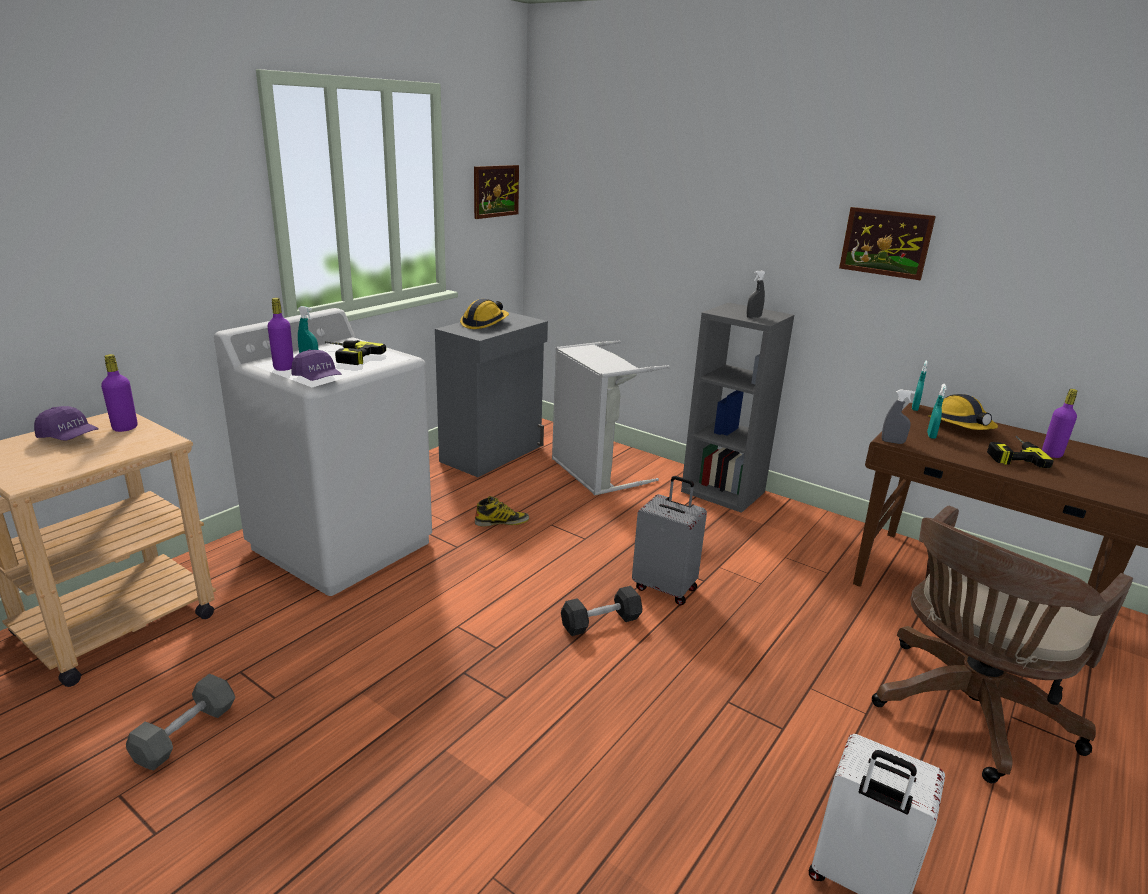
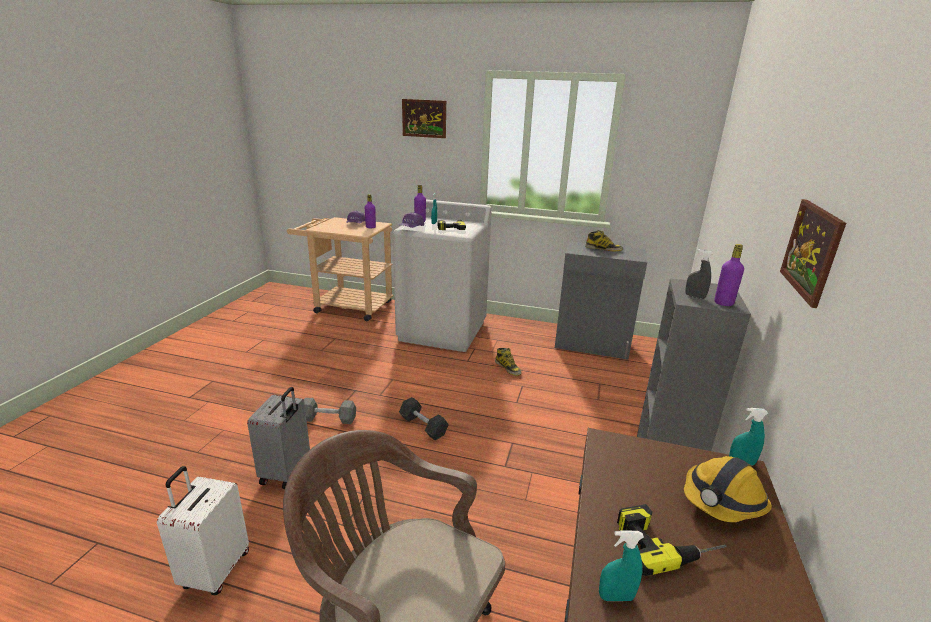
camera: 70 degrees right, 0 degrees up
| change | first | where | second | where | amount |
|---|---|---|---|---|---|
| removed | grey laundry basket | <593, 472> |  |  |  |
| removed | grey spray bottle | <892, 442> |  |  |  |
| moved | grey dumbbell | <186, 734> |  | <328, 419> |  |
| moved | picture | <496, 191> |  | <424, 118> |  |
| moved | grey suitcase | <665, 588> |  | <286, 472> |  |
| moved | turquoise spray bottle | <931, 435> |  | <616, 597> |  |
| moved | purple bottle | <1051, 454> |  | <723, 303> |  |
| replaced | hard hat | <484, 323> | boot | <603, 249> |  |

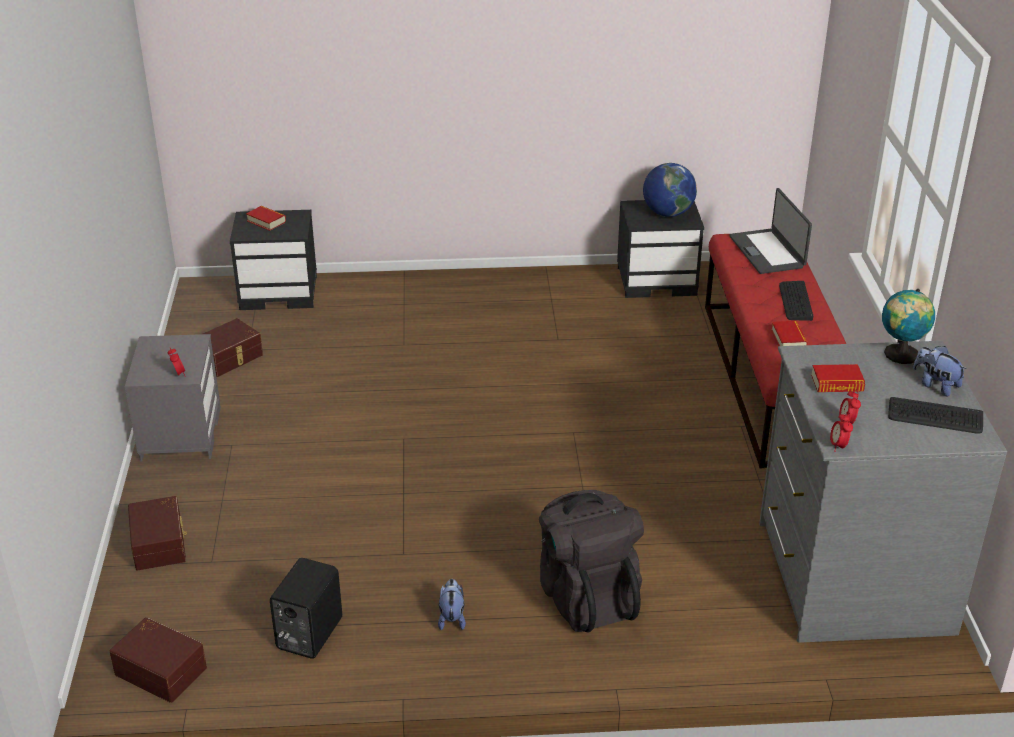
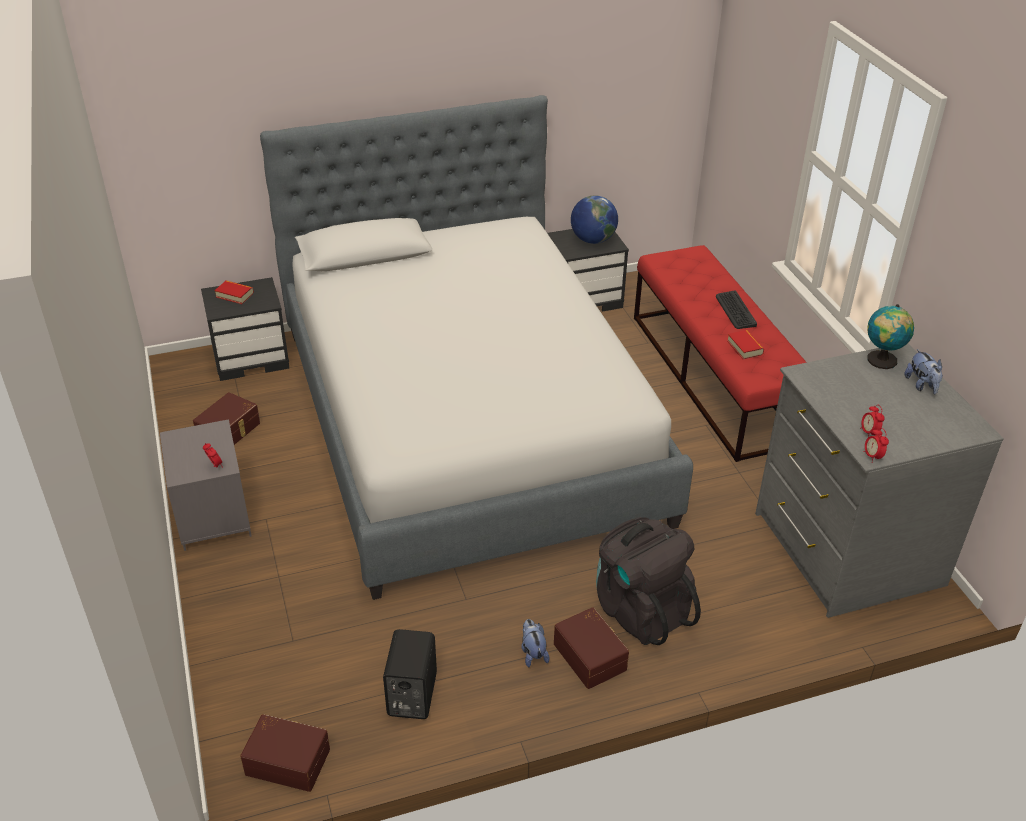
camera: 15 degrees left, 5 degrees up
| change | first | where | second | where | amount |
|---|---|---|---|---|---|
| removed | laptop | <768, 252> |  |  |  |
| removed | book | <837, 383> |  |  |  |
| removed | keyboard | <935, 417> |  |  |  |
| added |  |  | bed | <467, 422> |  |
| moved | brown storage box | <160, 543> |  | <591, 656> |  |
| turned | plush toy | <935, 385> |  | <921, 385> | 135 degrees counterclockwise |

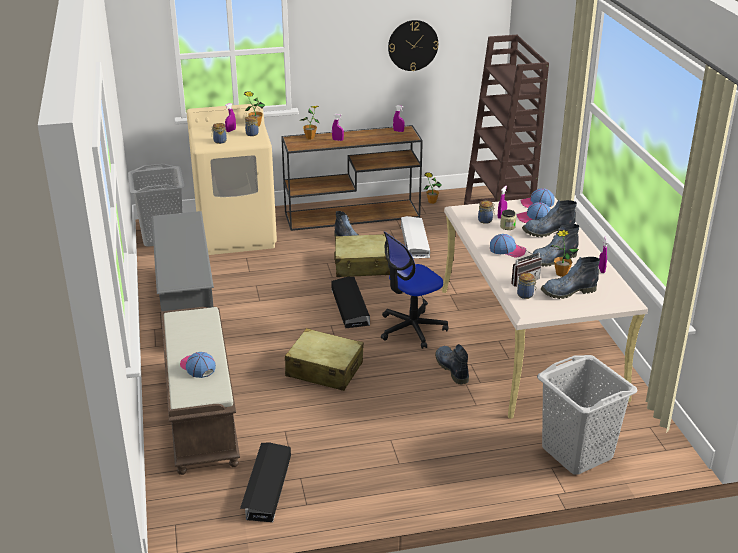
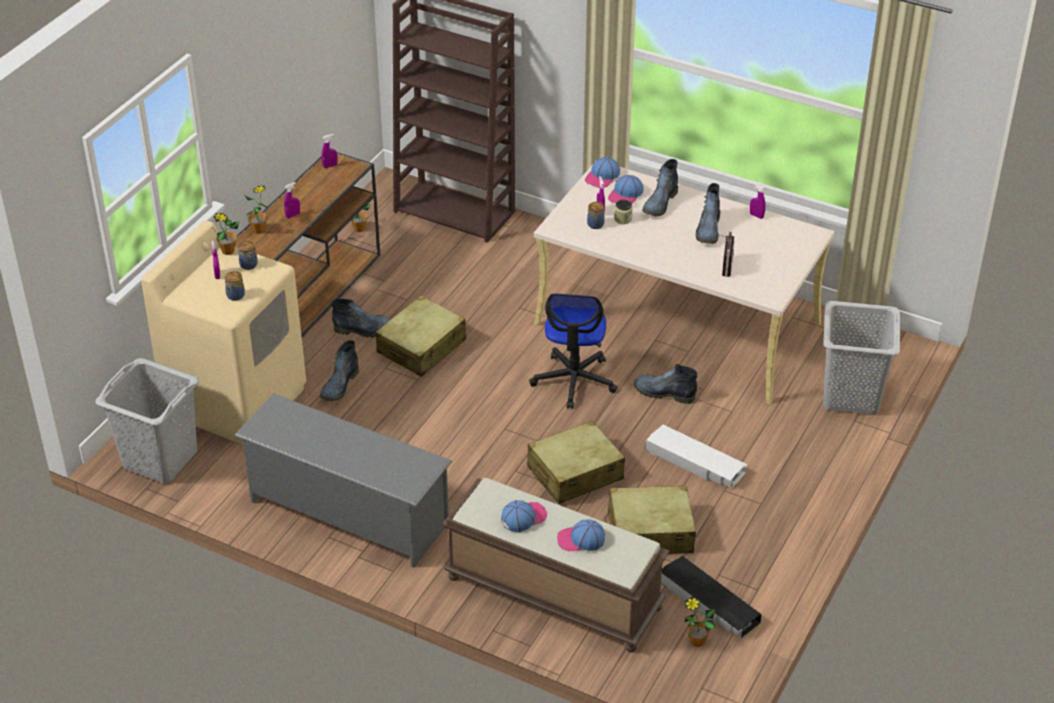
camera: 50 degrees left, 10 degrees up
| change | first | where | second | where | amount |
|---|---|---|---|---|---|
| removed | black storage box | <350, 306> |  |  |  |
| removed | wall clock | <413, 45> |  |  |  |
| removed | jar | <526, 295> |  |  |  |
| added |  |  | beige suitcase | <649, 532> |  |
| moved | white storage box | <414, 241> |  | <695, 462> |  |
| moved | cap | <507, 250> |  | <523, 517> |  |
| moved | boot | <567, 292> |  | <339, 386> |  |
| moved | potted plant | <561, 273> |  | <697, 641> |  |

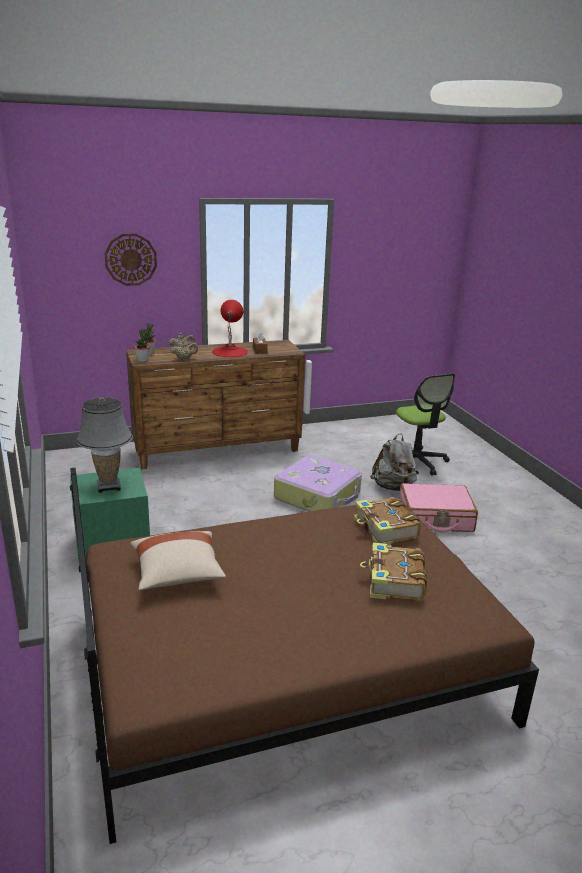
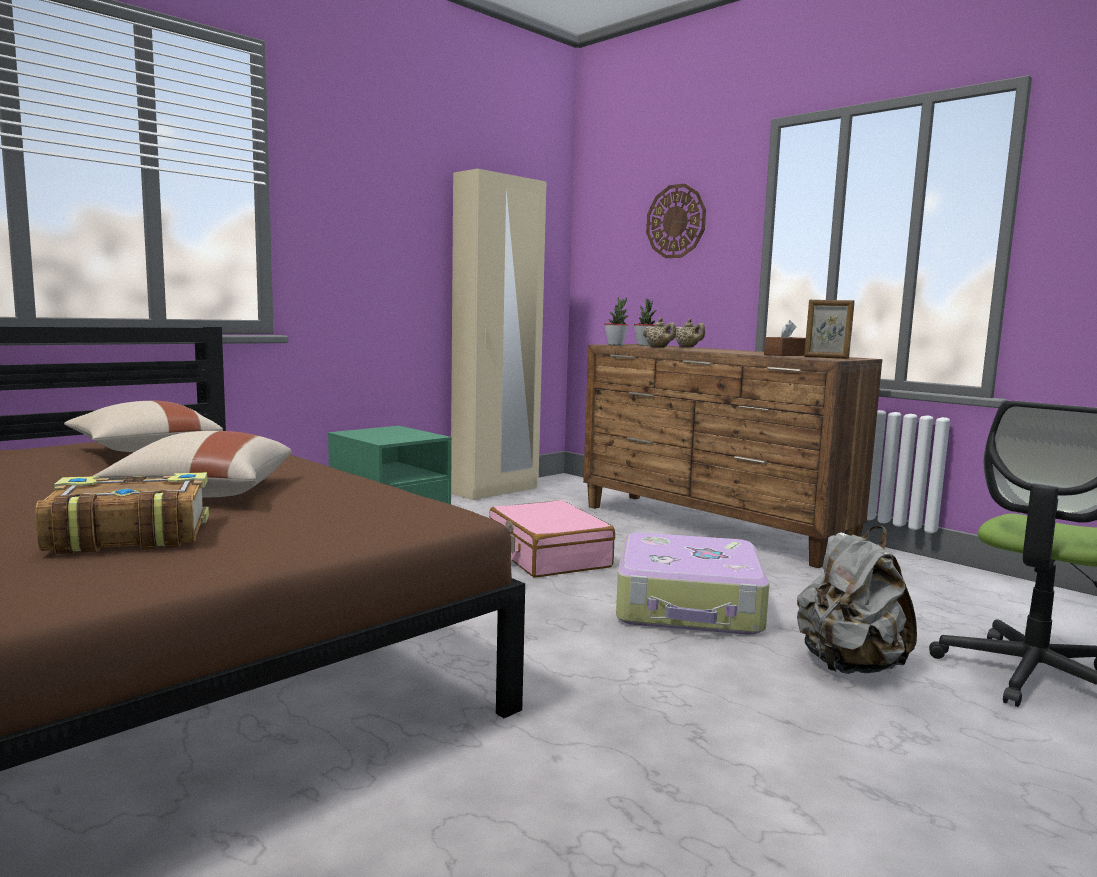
camera: 65 degrees right, 15 degrees down
| change | first | where | second | where | amount |
|---|---|---|---|---|---|
| removed | grey table lamp | <109, 486> |  |  |  |
| removed | red table lamp | <230, 351> |  |  |  |
| removed | book | <385, 530> |  |  |  |
| added |  |  | beige pillow | <202, 493> |  |
| added |  |  | beige wardrobe | <495, 491> |  |
| added |  |  | picture frame | <826, 357> |  |
| moved | pink suitcase | <435, 518> |  | <548, 556> |  |

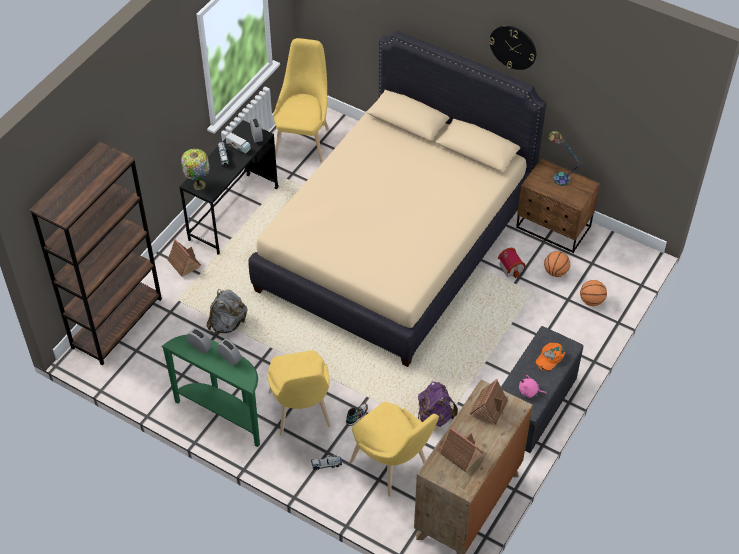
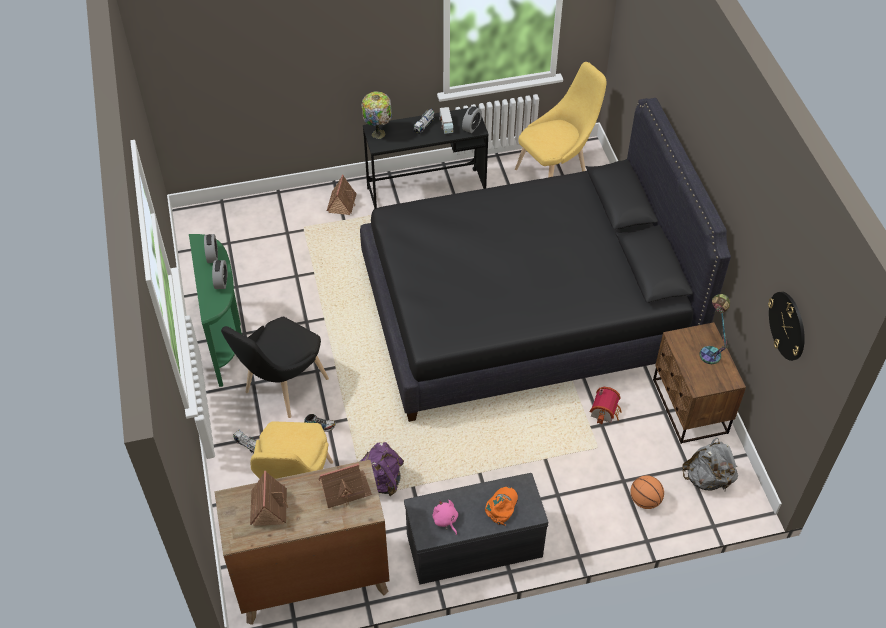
camera: 45 degrees right, 0 degrees up
| change | first | where | second | where | amount |
|---|---|---|---|---|---|
| removed | brown bookcase | <117, 323> |  |  |  |
| removed | basketball | <555, 272> |  |  |  |
| moved | grey backpack | <227, 323> |  | <707, 478> |  |
| moved | wall clock | <513, 47> |  | <787, 325> |  |
| recoloured | beige bed | <394, 244> | black bed | <525, 312> |  |
| recoloured | yellow chair | <301, 413> | black chair | <282, 389> |  |
| turned | orange cap | <549, 357> |  | <502, 506> | 120 degrees clockwise |

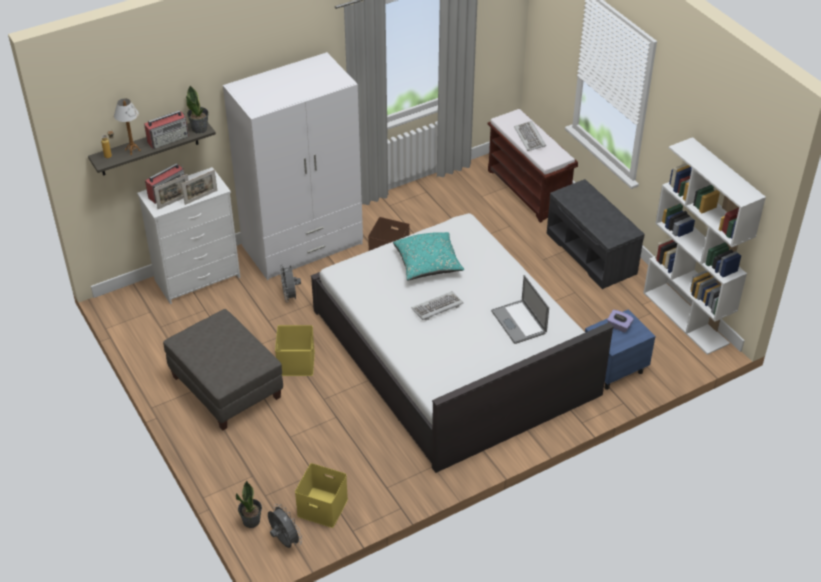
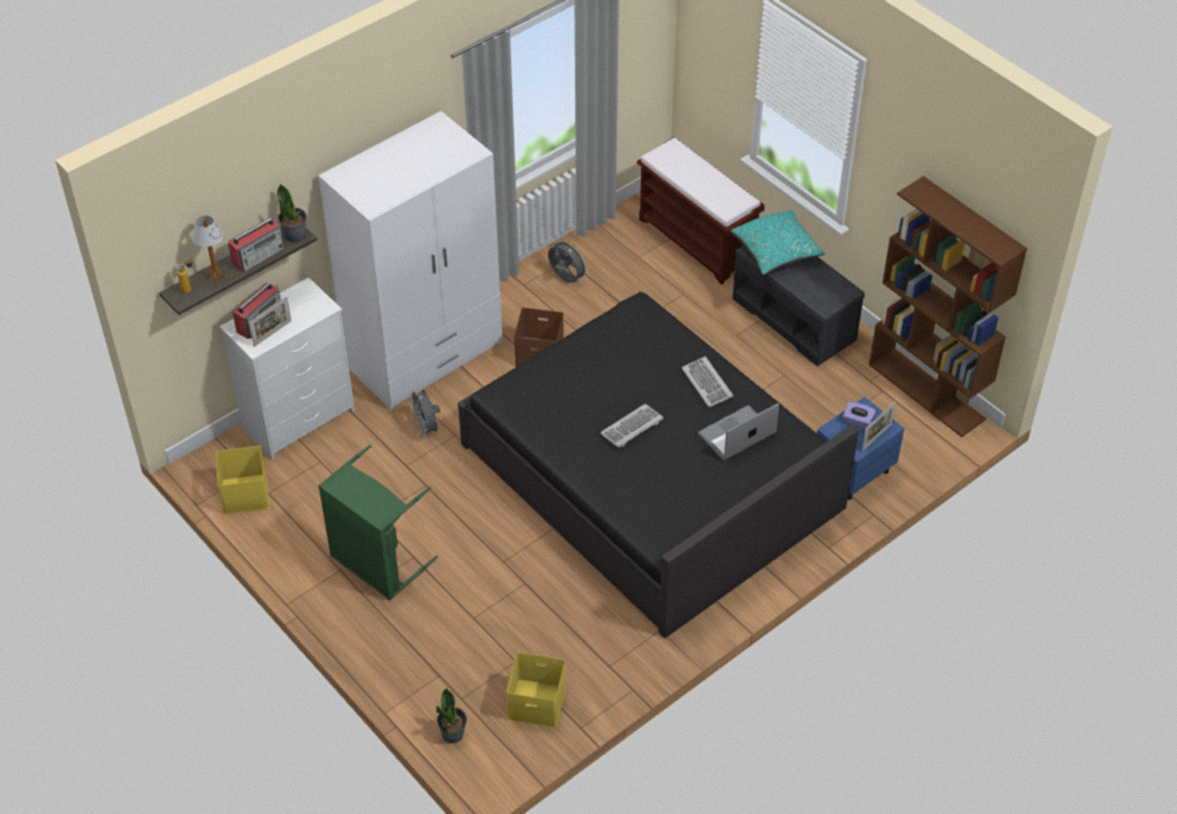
camera: 10 degrees left, 5 degrees up
| change | first | where | second | where | amount |
|---|---|---|---|---|---|
| moved | picture frame | <201, 197> |  | <876, 437> |  |
| moved | grey fan | <284, 541> |  | <566, 279> |  |
| moved | yellow storage box | <295, 362> |  | <244, 493> |  |
| moved | turquoise pillow | <428, 264> |  | <776, 252> |  |
| moved | keyboard | <530, 137> |  | <707, 383> |  |
| replaced | grey ottoman | <226, 388> | green laundry basket | <376, 564> |  |
| recoloured | white bed | <453, 352> | black bed | <651, 476> |  |
| recoloured | white bookcase | <686, 318> | brown bookcase | <927, 392> |  |
| turned | laptop | <518, 322> |  | <736, 434> | 90 degrees clockwise |

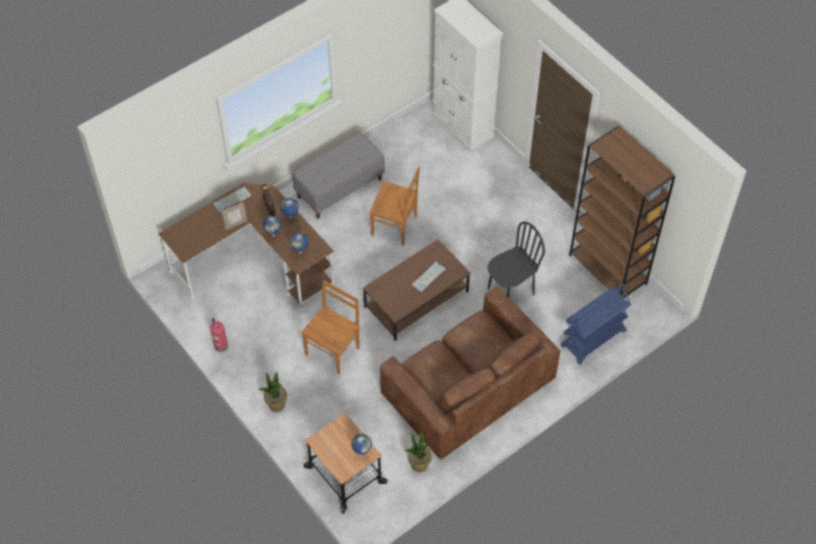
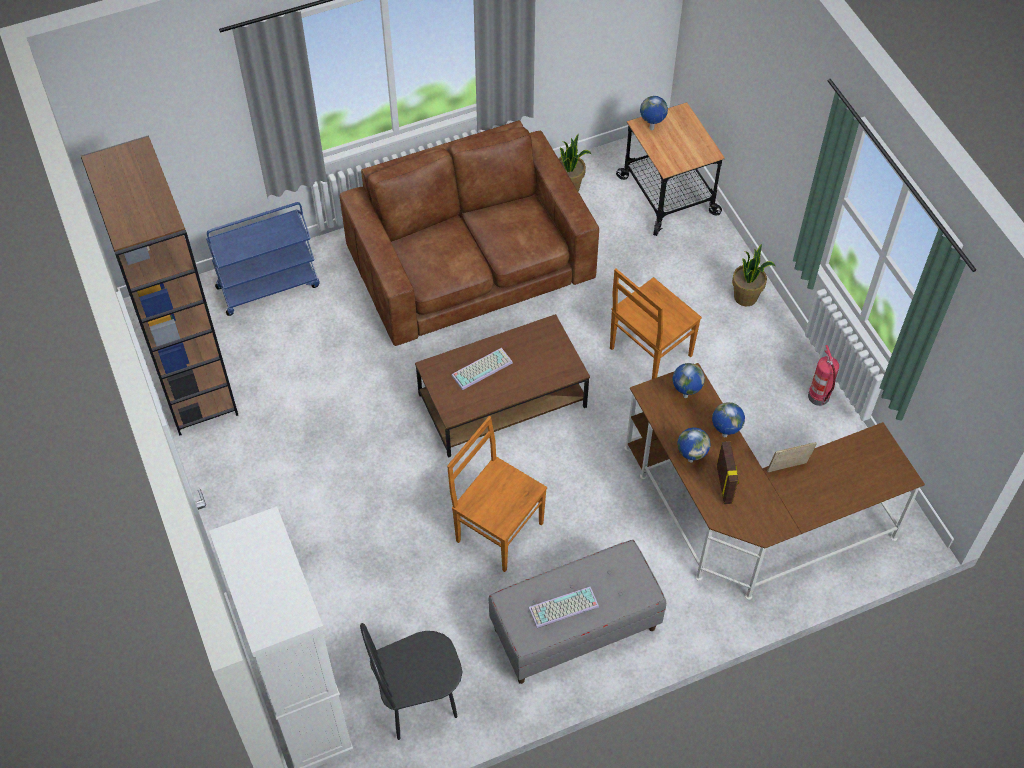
camera: 165 degrees left, 0 degrees up
| change | first | where | second | where | amount |
|---|---|---|---|---|---|
| moved | keyboard | <232, 199> |  | <563, 609> |  |
| moved | black chair | <510, 291> |  | <418, 701> |  |

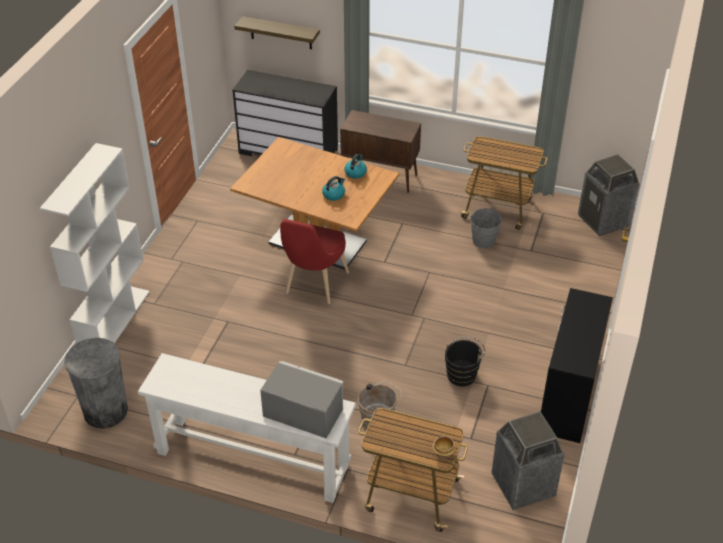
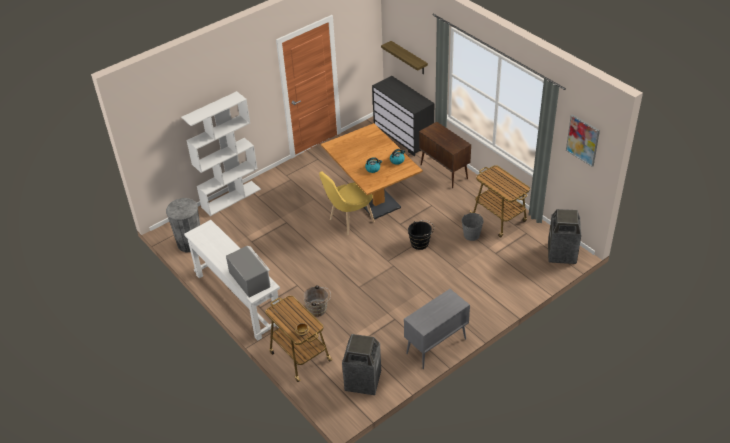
camera: 35 degrees right, 0 degrees up
| change | first | where | second | where | amount |
|---|---|---|---|---|---|
| added |  |  | picture | <583, 140> |  |
| moved | black bucket | <463, 374> |  | <421, 243> |  |
| replaced | black desk | <569, 396> | grey cabinet | <435, 347> |  |
| recoloured | red chair | <314, 285> | yellow chair | <349, 221> |  |

